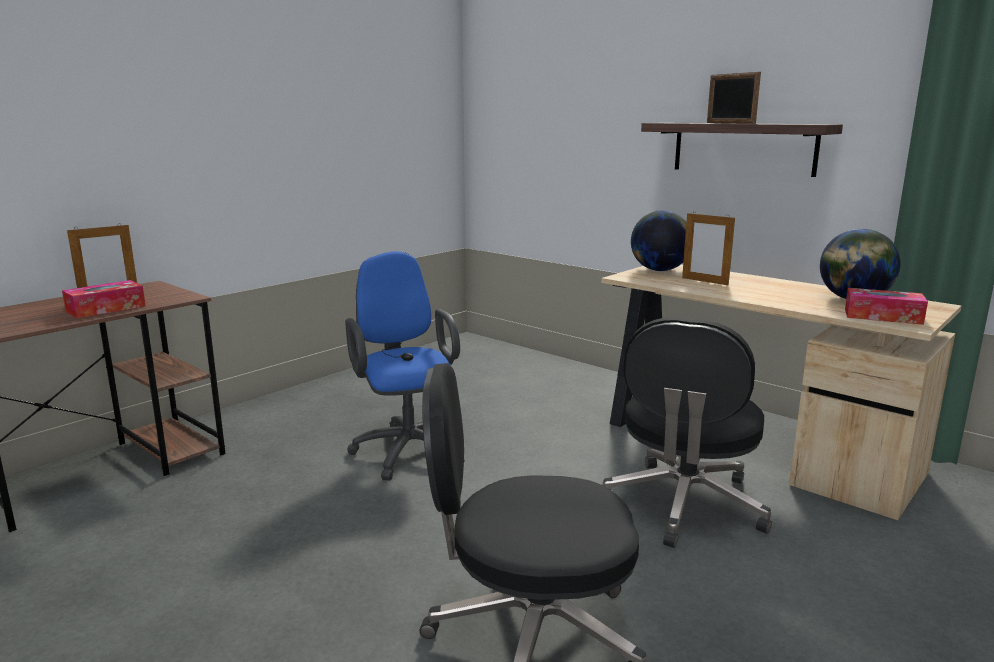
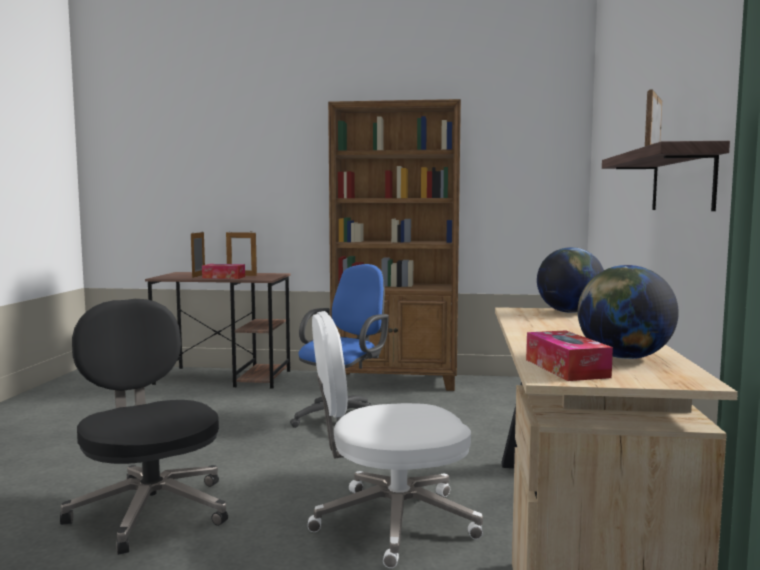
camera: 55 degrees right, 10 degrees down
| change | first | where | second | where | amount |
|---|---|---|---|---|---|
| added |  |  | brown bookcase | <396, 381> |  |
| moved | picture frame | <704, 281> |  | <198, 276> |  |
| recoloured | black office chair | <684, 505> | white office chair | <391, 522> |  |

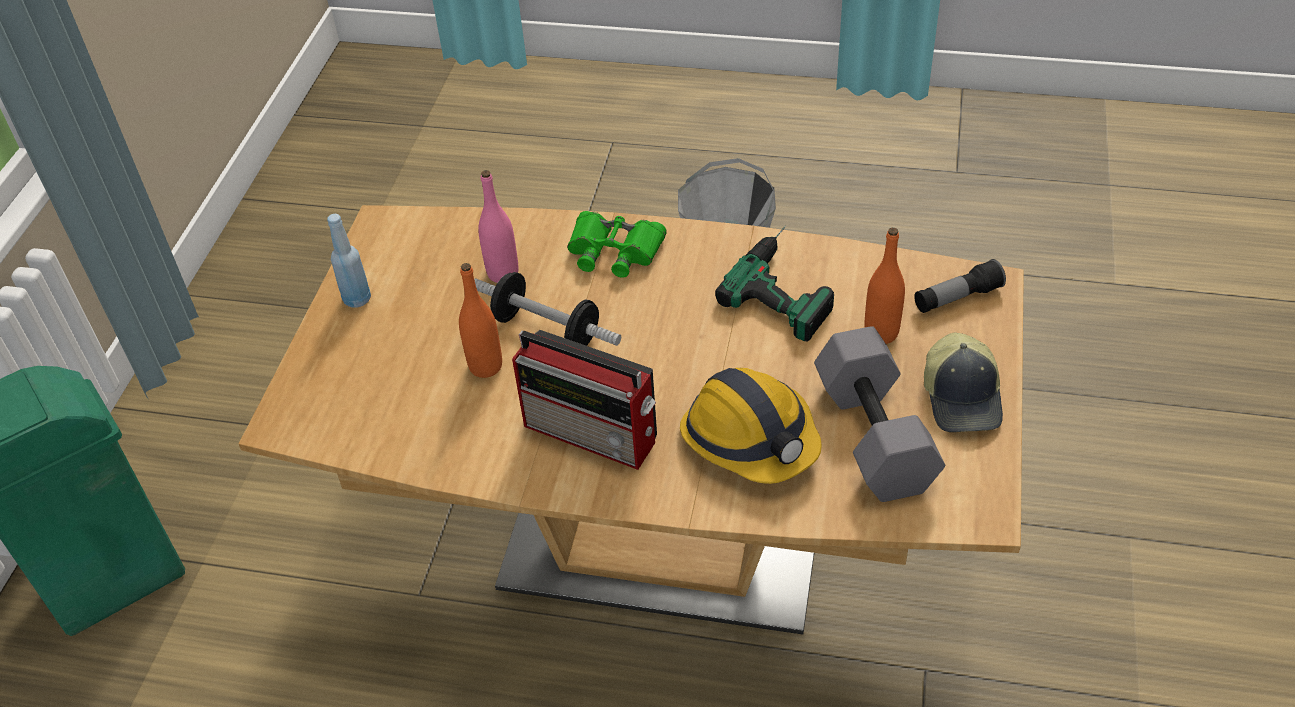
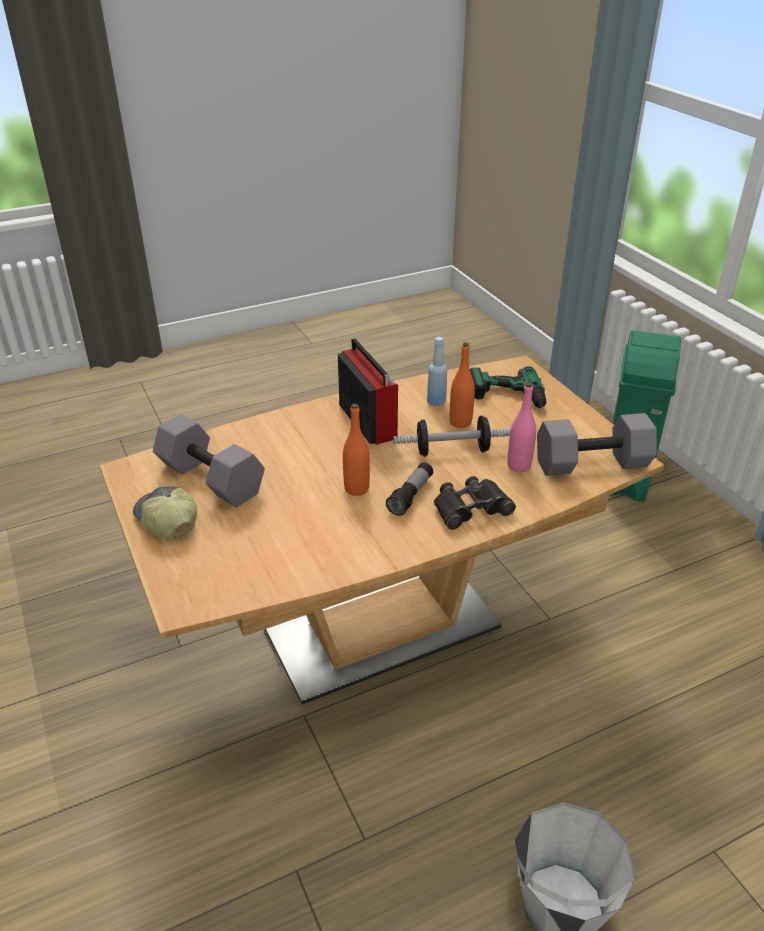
camera: 140 degrees right, 10 degrees down
| change | first | where | second | where | amount |
|---|---|---|---|---|---|
| removed | hard hat | <751, 438> |  |  |  |
| added |  |  | grey dumbbell | <591, 464> |  |
| moved | blue bottle | <357, 299> |  | <436, 402> |  |
| moved | power drill | <789, 285> |  | <509, 400> |  |
| moved | orange bottle | <881, 333> |  | <356, 489> |  |
| moved | flashlight | <957, 298> |  | <411, 496> |  |
| recoloured | green binoculars | <614, 251> | black binoculars | <471, 508> |  |
| turned | radio | <593, 434> |  | <367, 420> | 75 degrees clockwise |

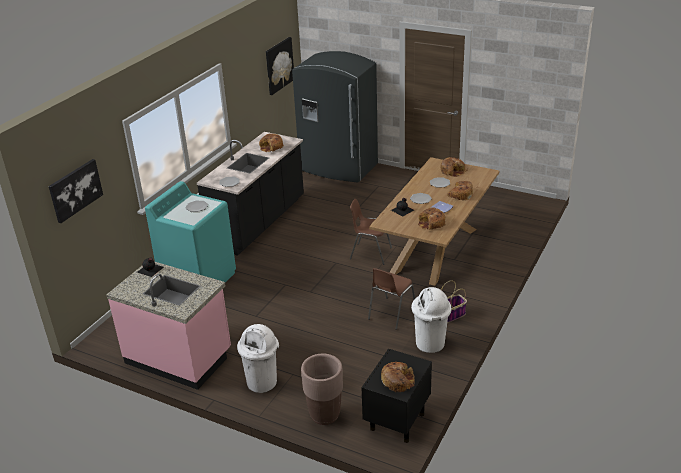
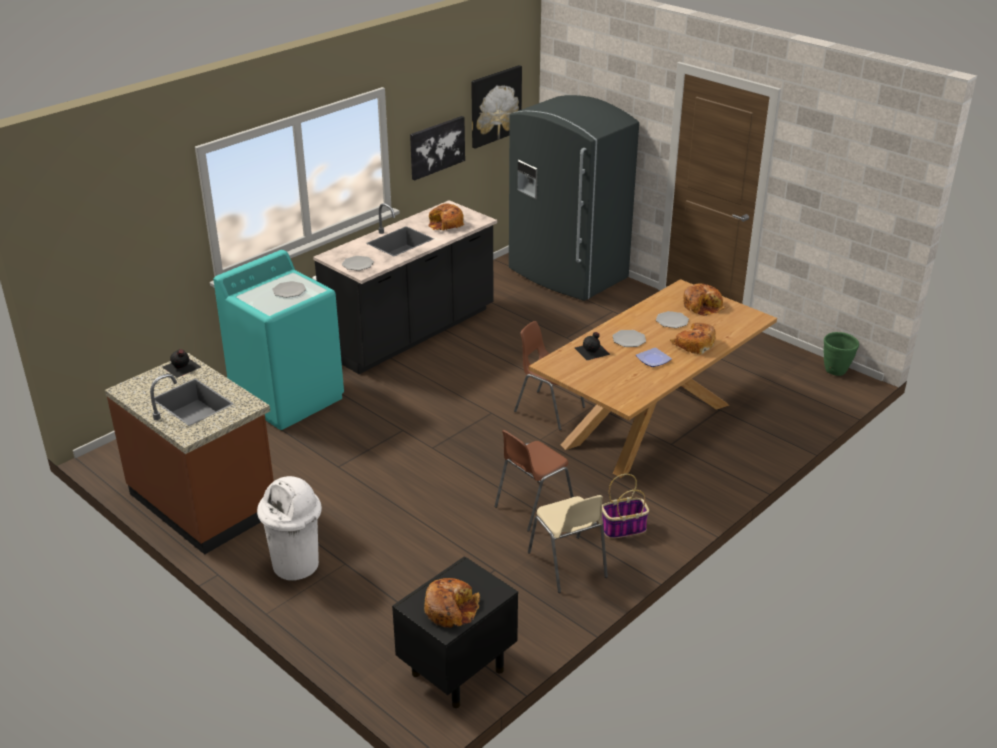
camera: 15 degrees right, 0 degrees up
| change | first | where | second | where | amount |
|---|---|---|---|---|---|
| removed | brown planter | <324, 415> |  |  |  |
| removed | bread | <431, 224> |  |  |  |
| added |  |  | green planter | <836, 371> |  |
| moved | picture | <75, 190> |  | <436, 147> |  |
| replaced | white trash can | <430, 344> | beige chair | <568, 565> |  |
| recoloured | pink counter | <179, 357> | brown counter | <204, 502> |  |

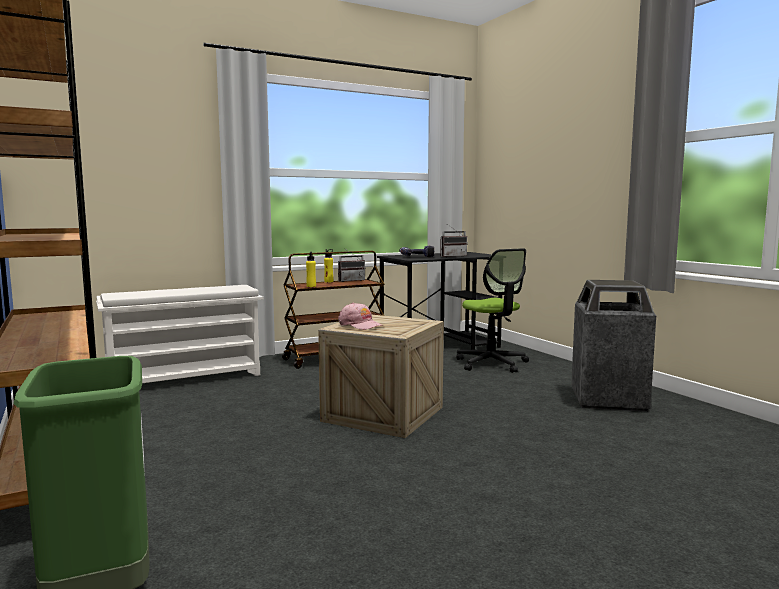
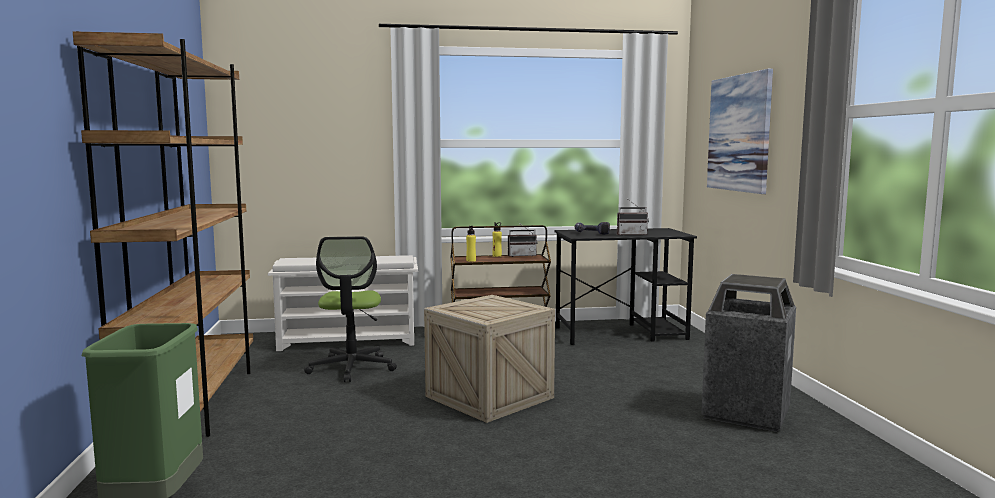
camera: 20 degrees right, 0 degrees up
| change | first | where | second | where | amount |
|---|---|---|---|---|---|
| removed | pink cap | <360, 325> |  |  |  |
| added |  |  | picture | <739, 133> |  |
| moved | office chair | <491, 363> |  | <351, 368> |  |

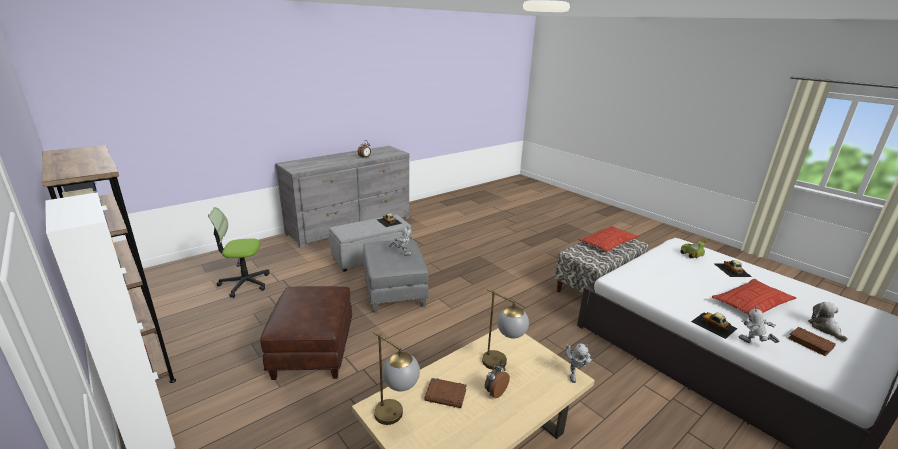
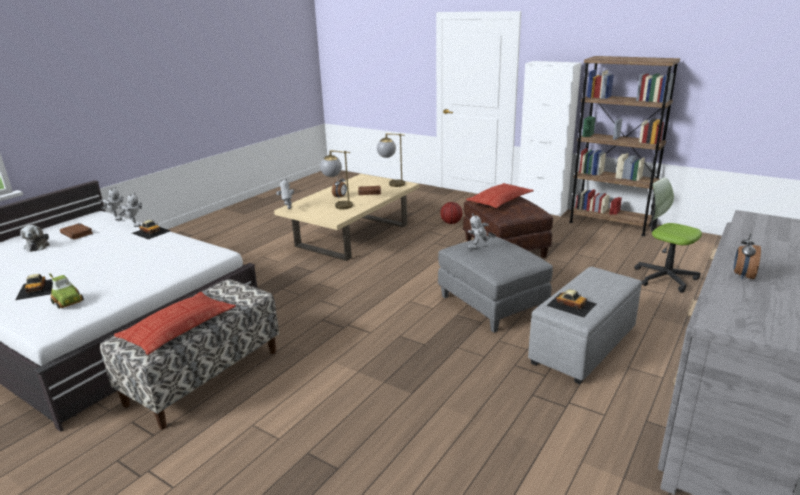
camera: 165 degrees right, 0 degrees up
| change | first | where | second | where | amount |
|---|---|---|---|---|---|
| added |  |  | toy robot | <116, 218> |  |
| added |  |  | basketball | <451, 223> |  |
| moved | pillow | <752, 303> |  | <500, 200> |  |
| turned | office chair | <244, 283> |  | <664, 277> | 105 degrees counterclockwise |

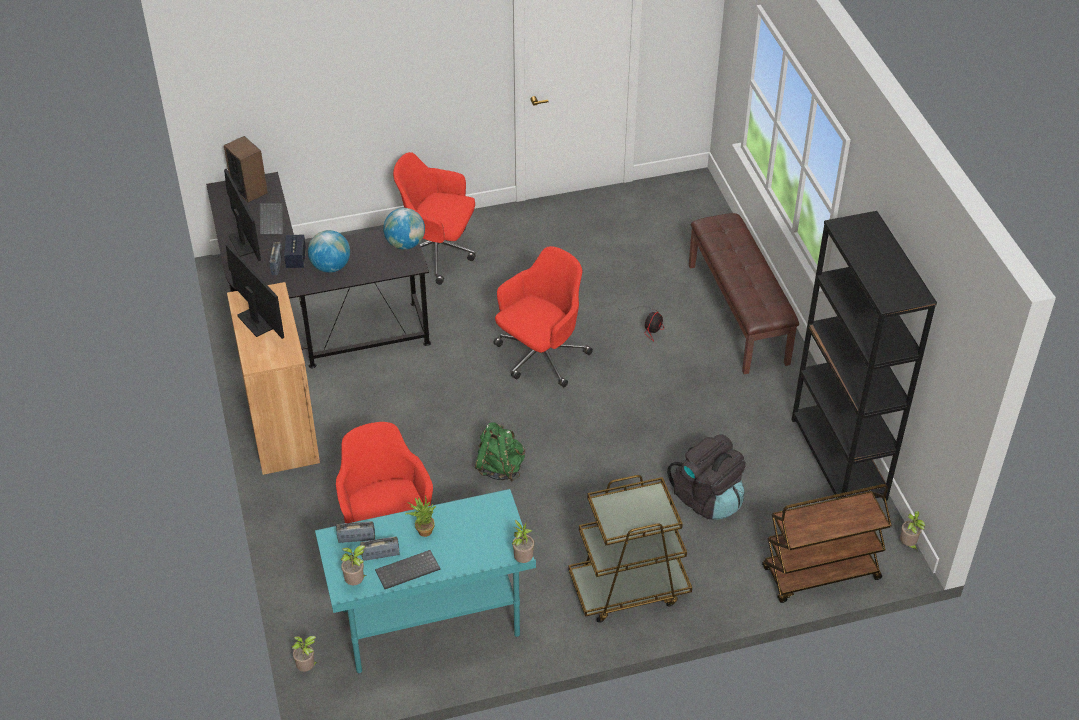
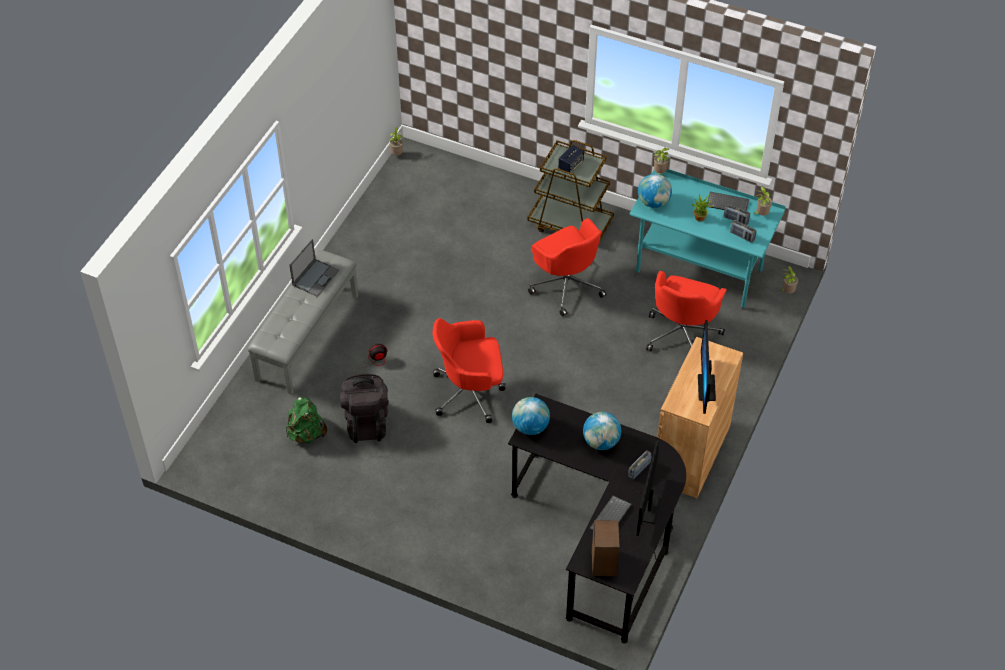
camera: 140 degrees left, 5 degrees up
| change | first | where | second | where | amount |
|---|---|---|---|---|---|
| removed | brown cart | <820, 574> |  |  |  |
| removed | black bookcase | <838, 459> |  |  |  |
| added |  |  | laptop | <316, 277> |  |
| added |  |  | globe | <653, 202> |  |
| moved | speaker | <296, 259> |  | <570, 165> |  |
| moved | red office chair | <438, 253> |  | <566, 285> |  |
| moved | green backpack | <500, 467> |  | <306, 433> |  |
| moved | black backpack | <707, 499> |  | <366, 422> |  |
| recoloured | brown bench | <739, 313> | grey bench | <307, 337> |  |

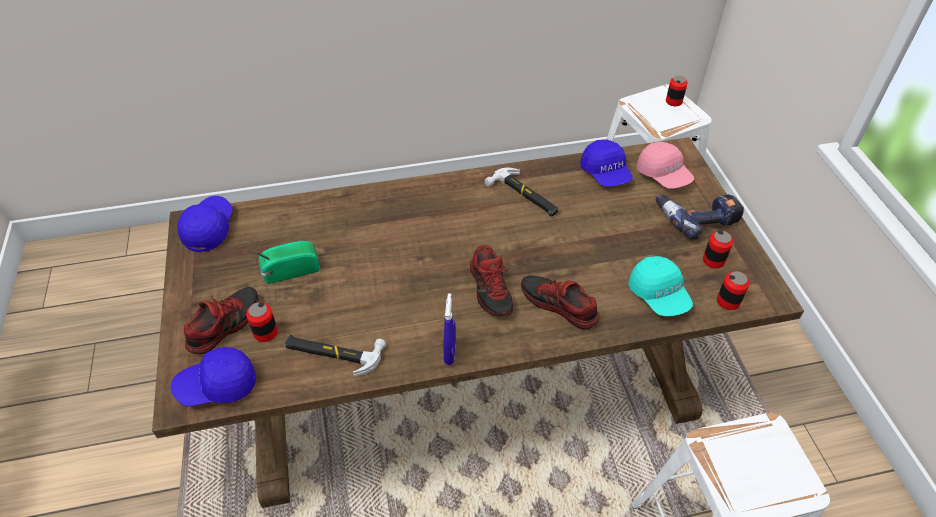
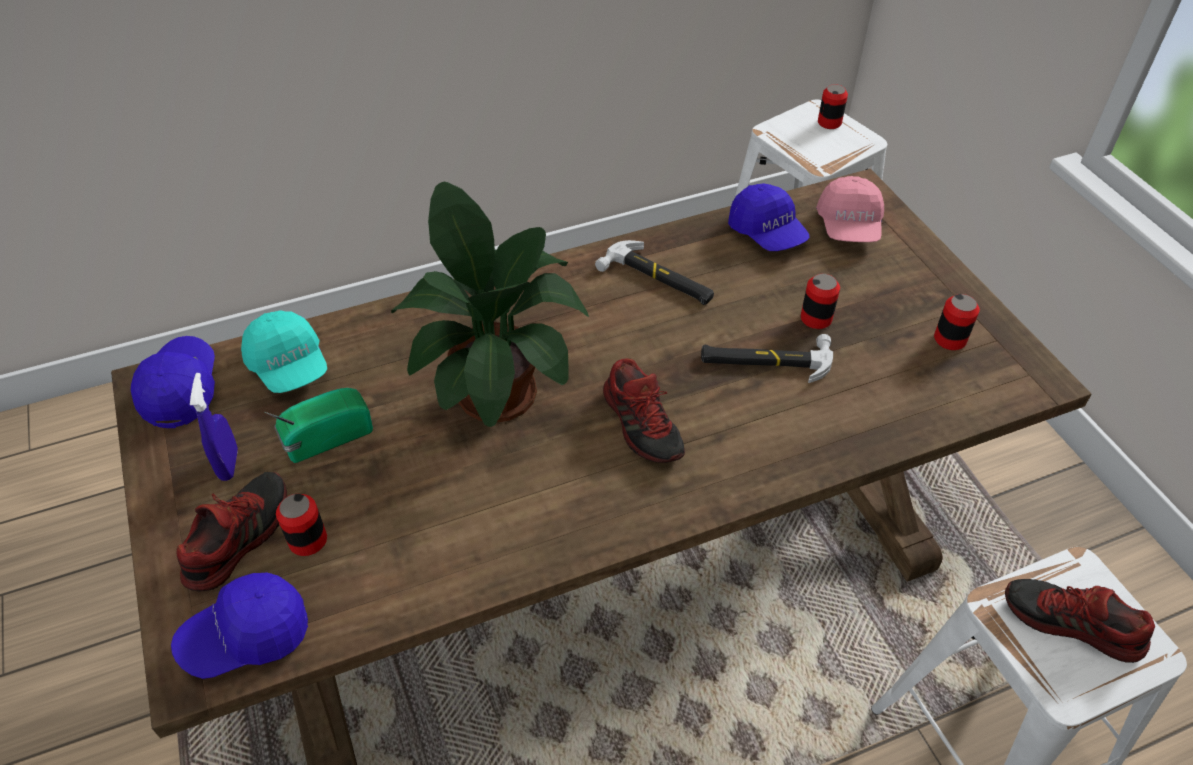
camera: 10 degrees left, 0 degrees up
| change | first | where | second | where | amount |
|---|---|---|---|---|---|
| removed | power drill | <696, 217> |  |  |  |
| added |  |  | potted plant | <496, 386> |  |
| moved | hammer | <333, 352> |  | <765, 360> |  |
| moved | blue spray bottle | <450, 353> |  | <229, 464> |  |
| moved | shoe | <558, 306> |  | <1071, 625> |  |
| moved | turquoise cap | <658, 295> |  | <289, 366> |  |
| moved | can | <728, 301> |  | <816, 318> |  |
| turned | pink cap | <663, 175> |  | <849, 226> | 45 degrees clockwise |

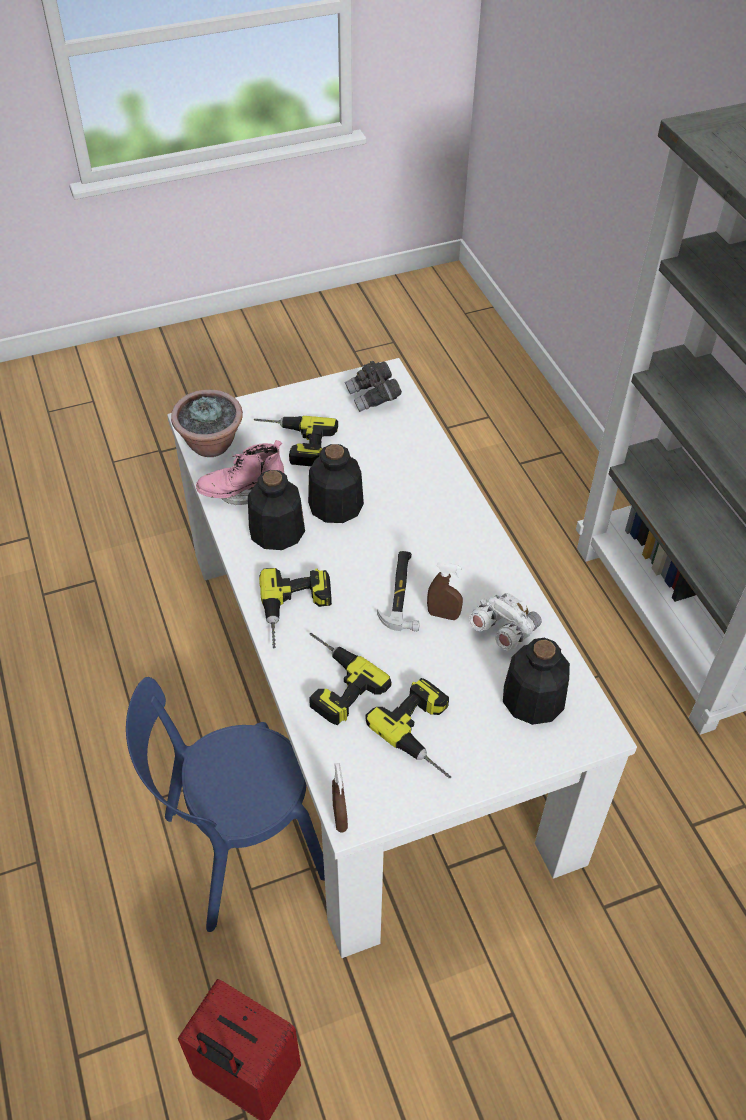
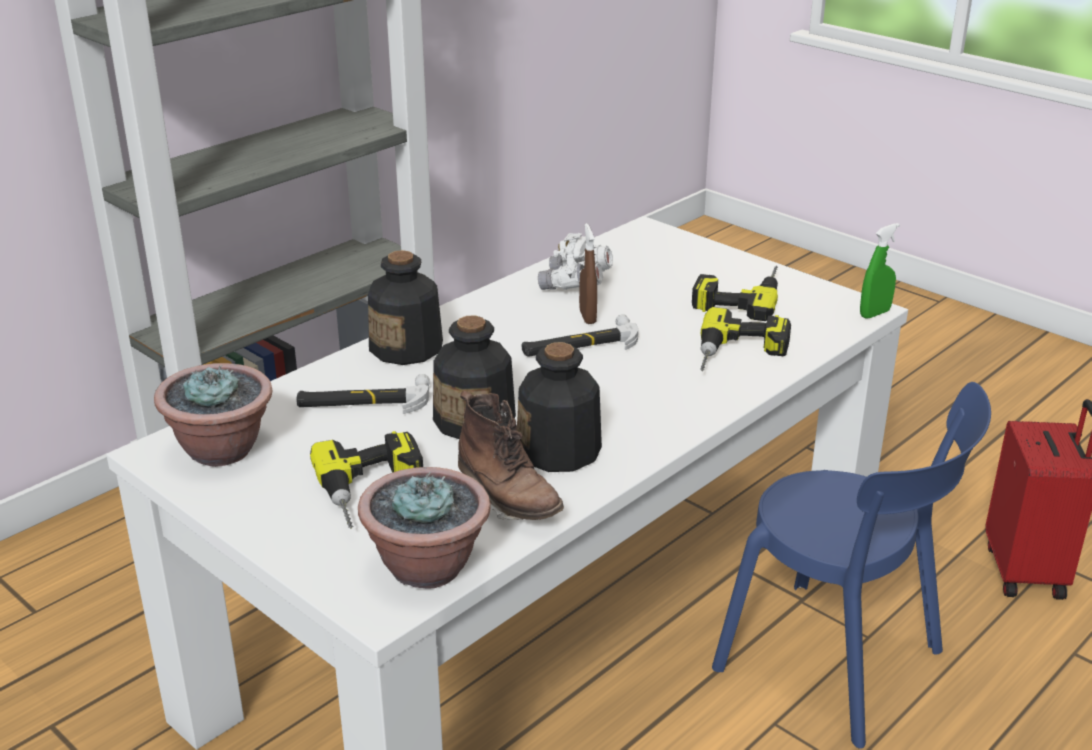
camera: 115 degrees left, 20 degrees down
| change | first | where | second | where | amount |
|---|---|---|---|---|---|
| removed | power drill | <296, 612> |  |  |  |
| added |  |  | hammer | <363, 401> |  |
| moved | bottle | <533, 699> |  | <407, 348> |  |
| replaced | grey binoculars | <373, 397> | potted plant | <222, 450> |  |
| recoloured | pink boot | <242, 491> | brown boot | <508, 502> |  |
| recoloured | brown spray bottle | <340, 817> | green spray bottle | <874, 313> |  |

